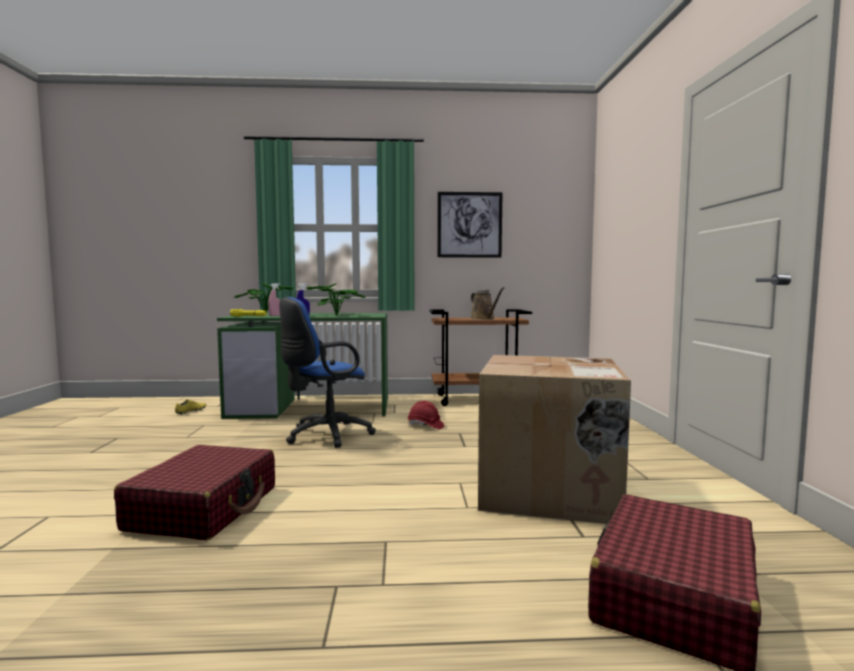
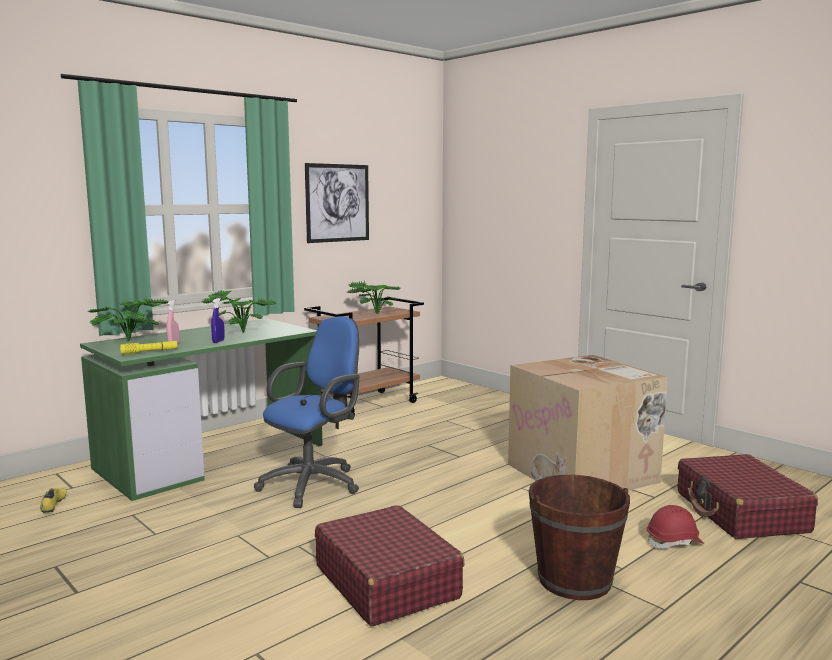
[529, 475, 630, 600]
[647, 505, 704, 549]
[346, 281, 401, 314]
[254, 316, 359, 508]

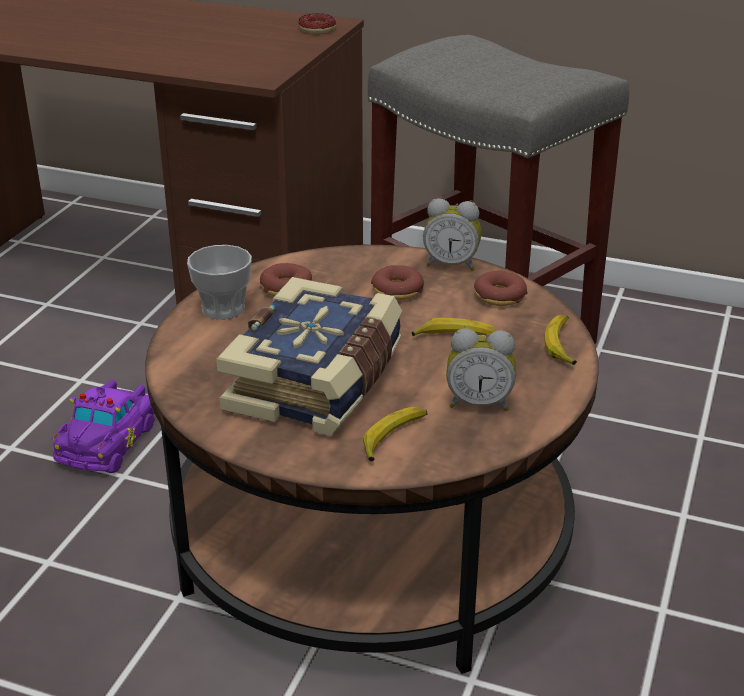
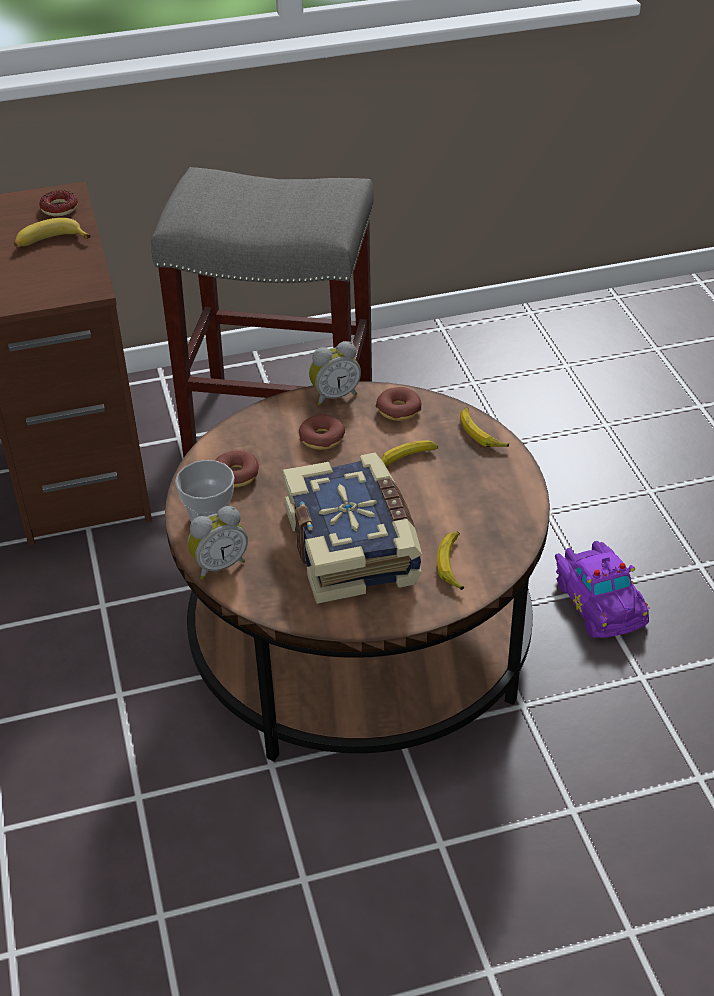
[14, 218, 91, 247]
[555, 541, 650, 638]
[187, 506, 248, 579]

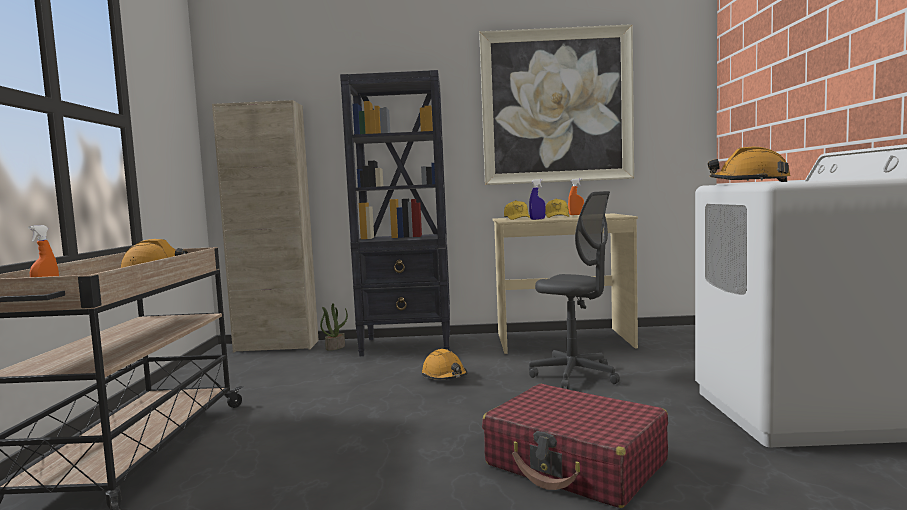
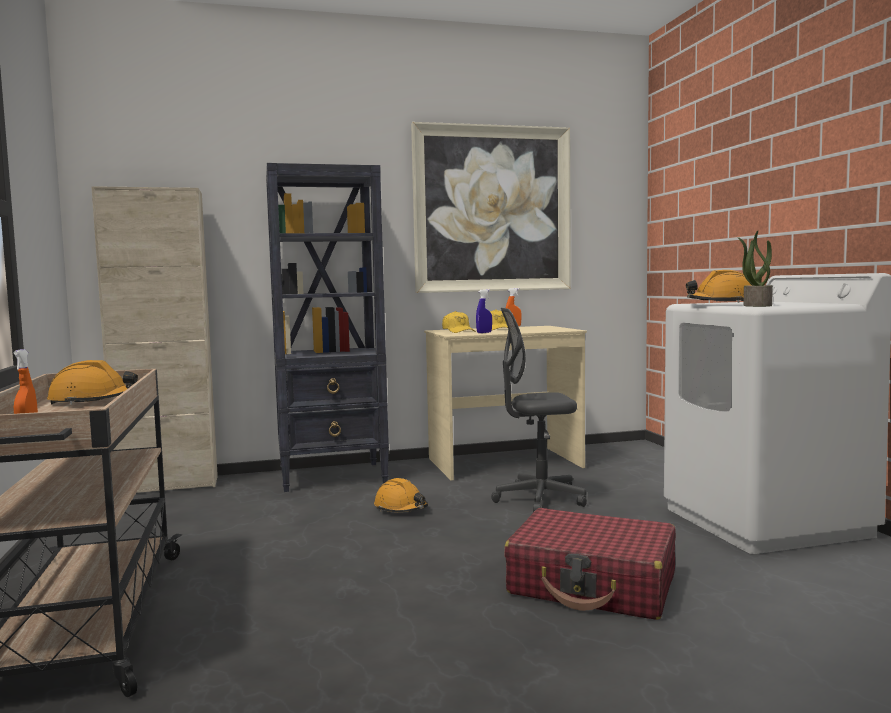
[737, 231, 773, 307]
[491, 308, 587, 512]

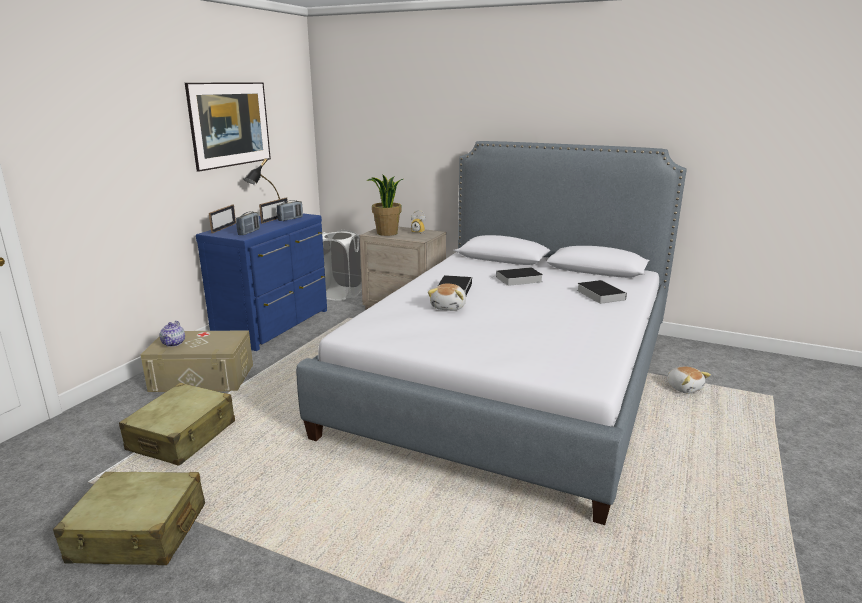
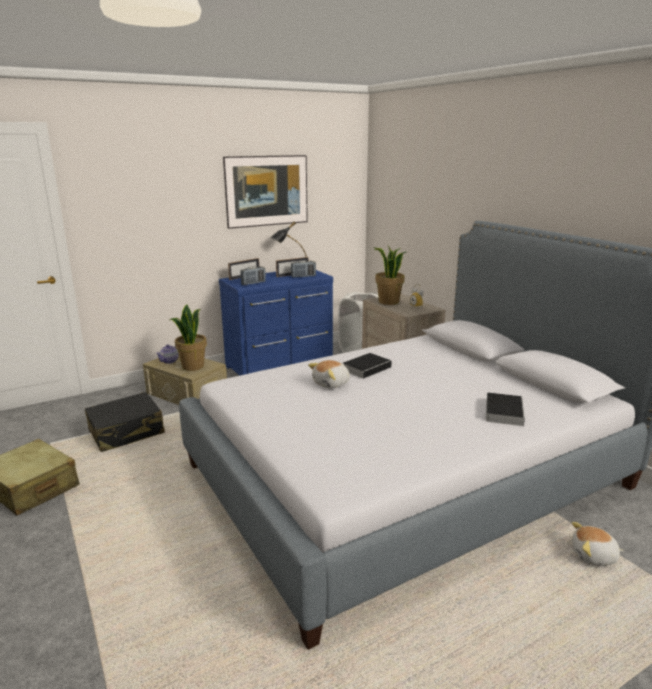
[491, 267, 543, 286] (first image)
[170, 304, 207, 371]
[84, 392, 165, 452]
[572, 522, 624, 566]

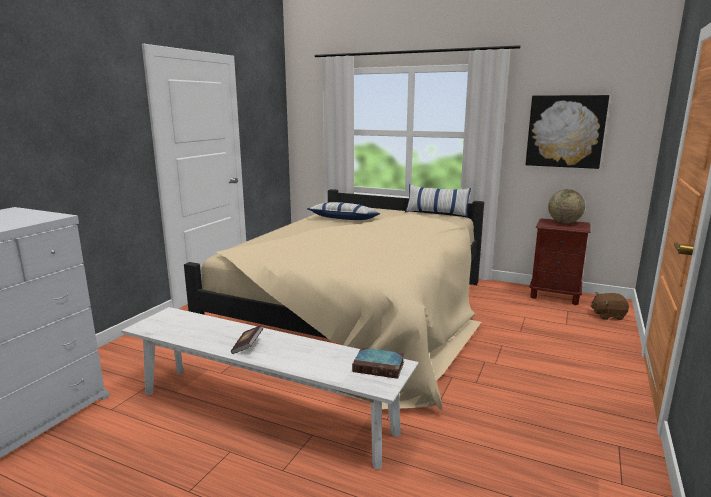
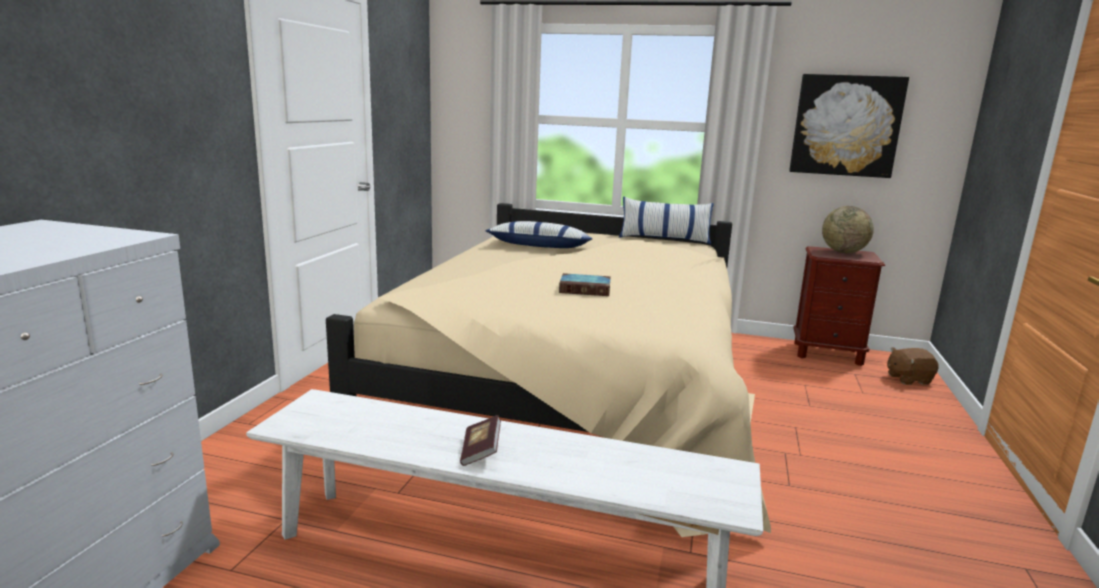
[559, 273, 611, 296]

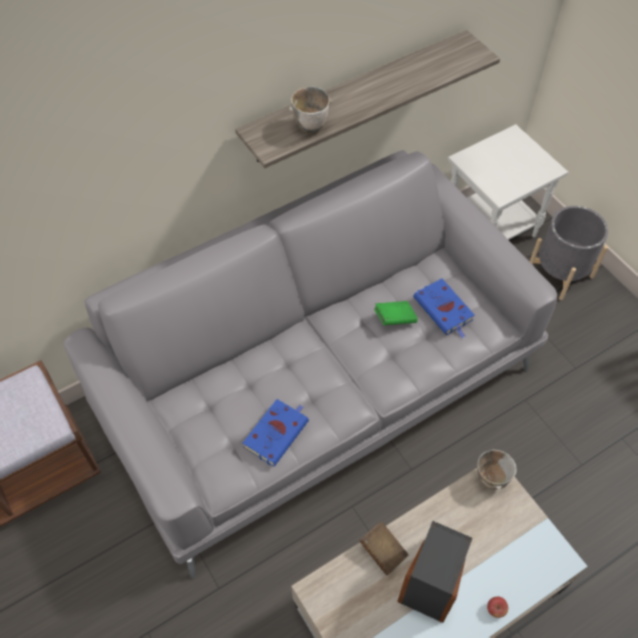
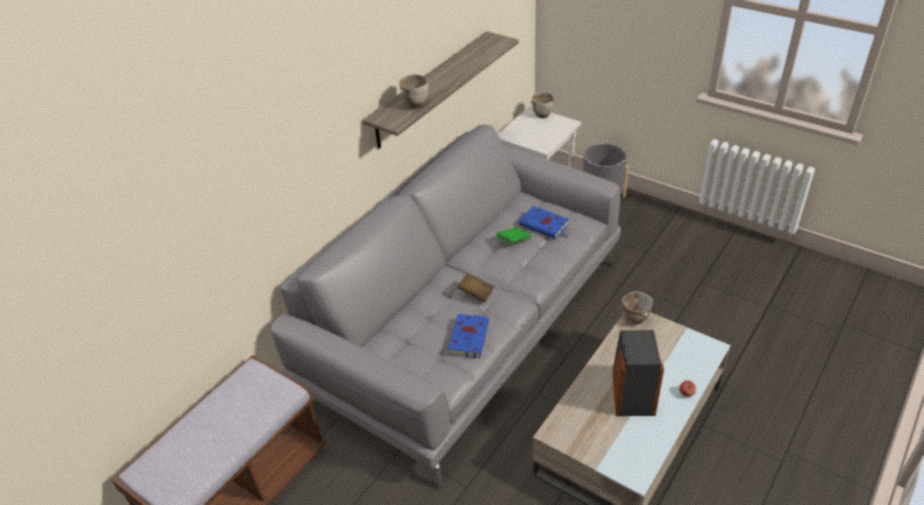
[531, 92, 555, 118]
[458, 273, 494, 302]

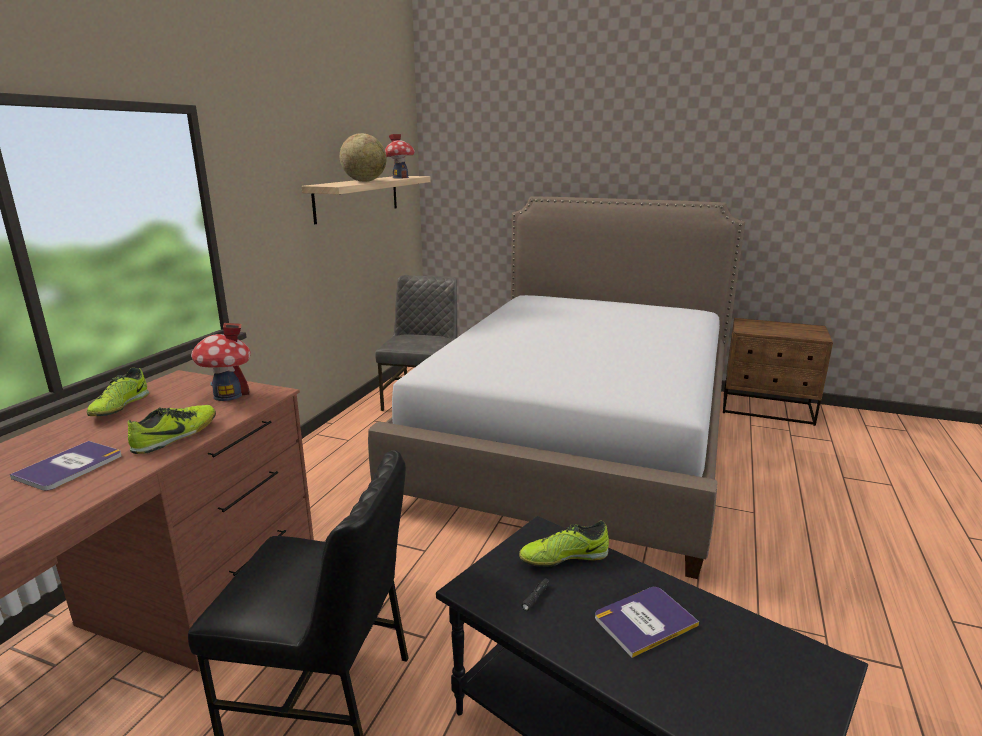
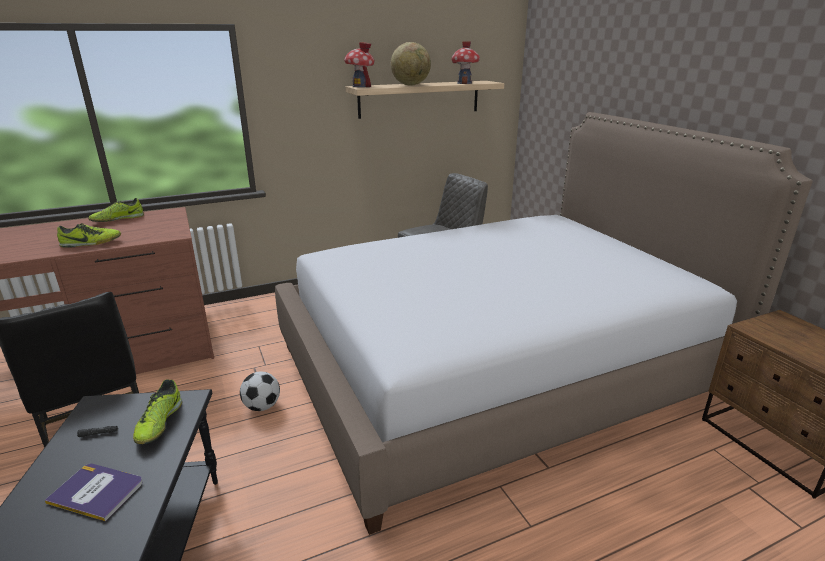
[10, 441, 122, 491] (first image)
[240, 372, 280, 411]
[344, 42, 374, 87]
[133, 379, 182, 444]

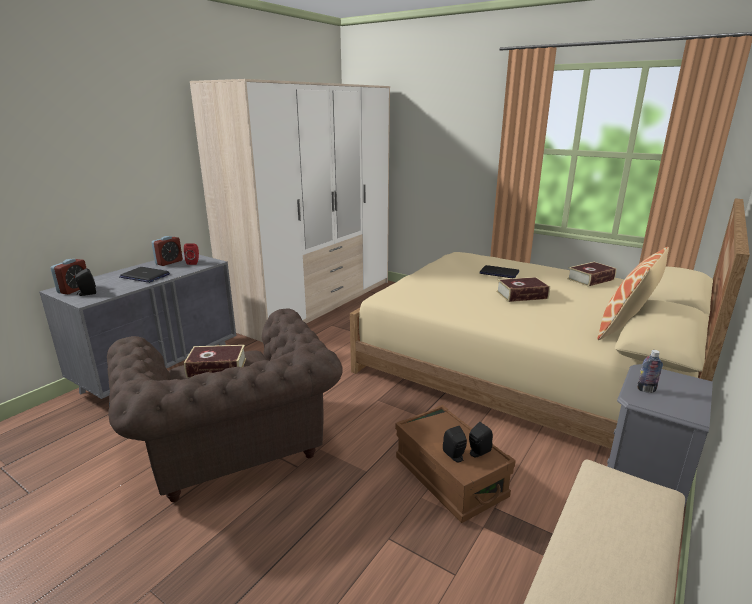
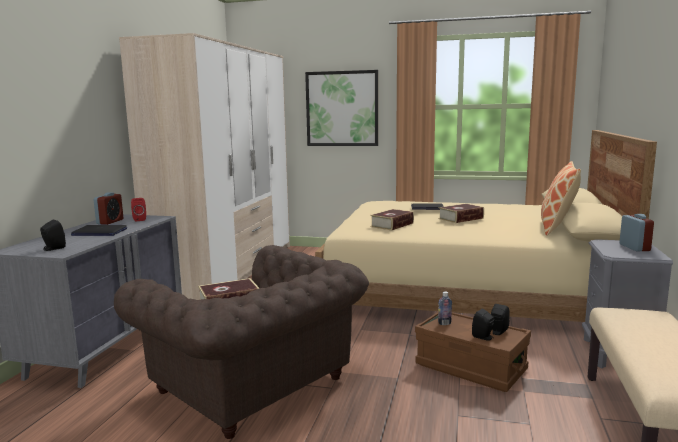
[305, 70, 378, 146]
[620, 214, 654, 252]
[370, 209, 414, 230]
[438, 292, 452, 325]

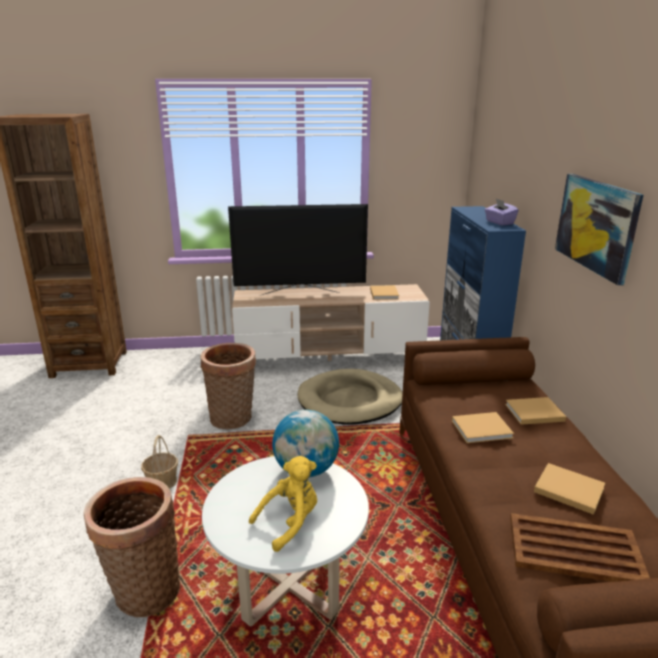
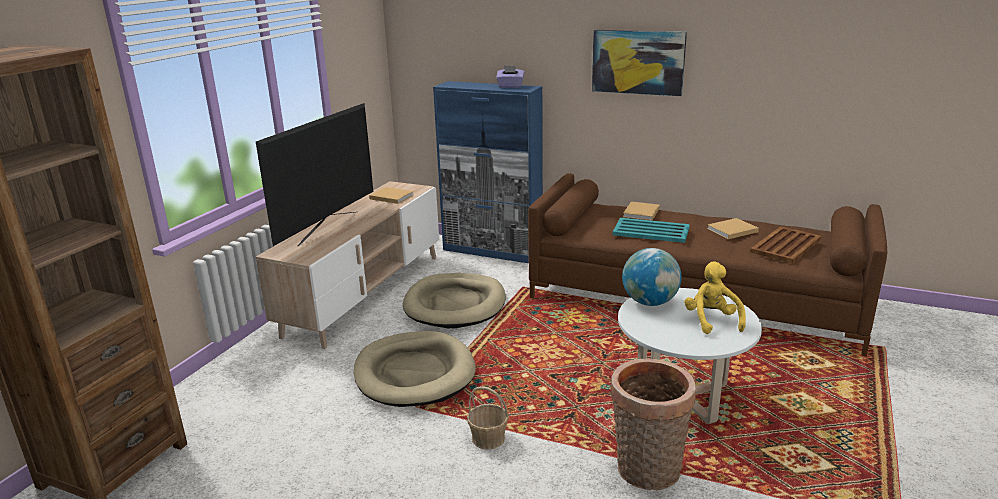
[354, 331, 475, 407]
[612, 218, 690, 243]

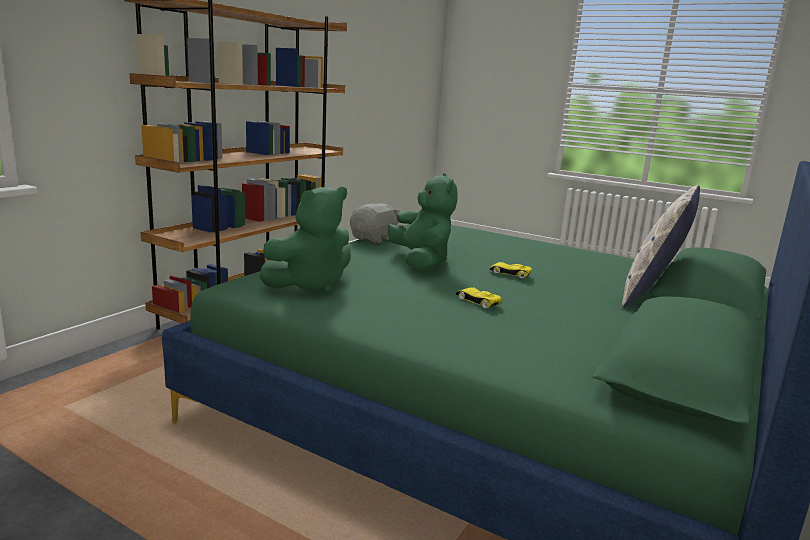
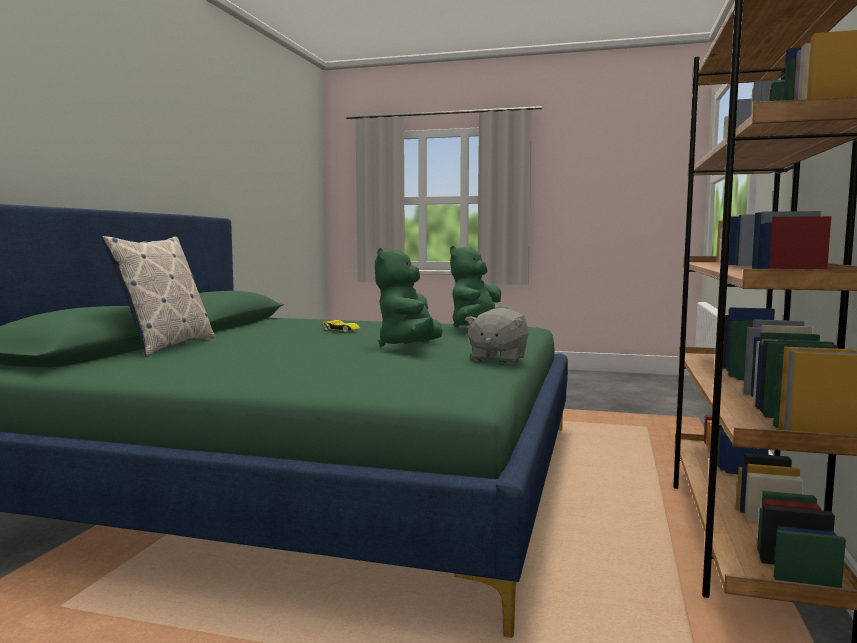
[489, 262, 532, 278] (first image)
[375, 248, 443, 347]

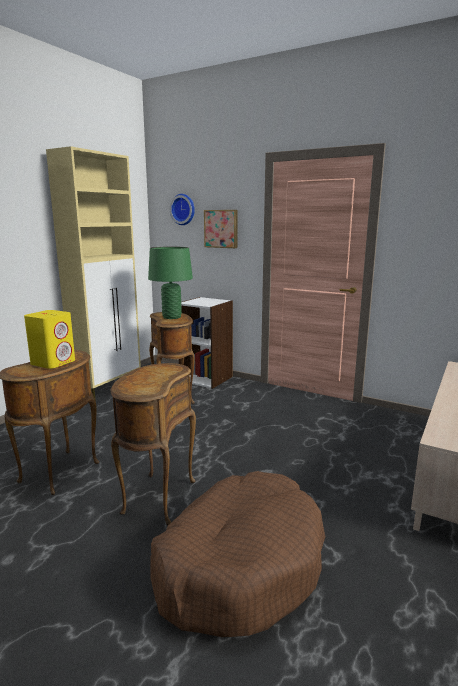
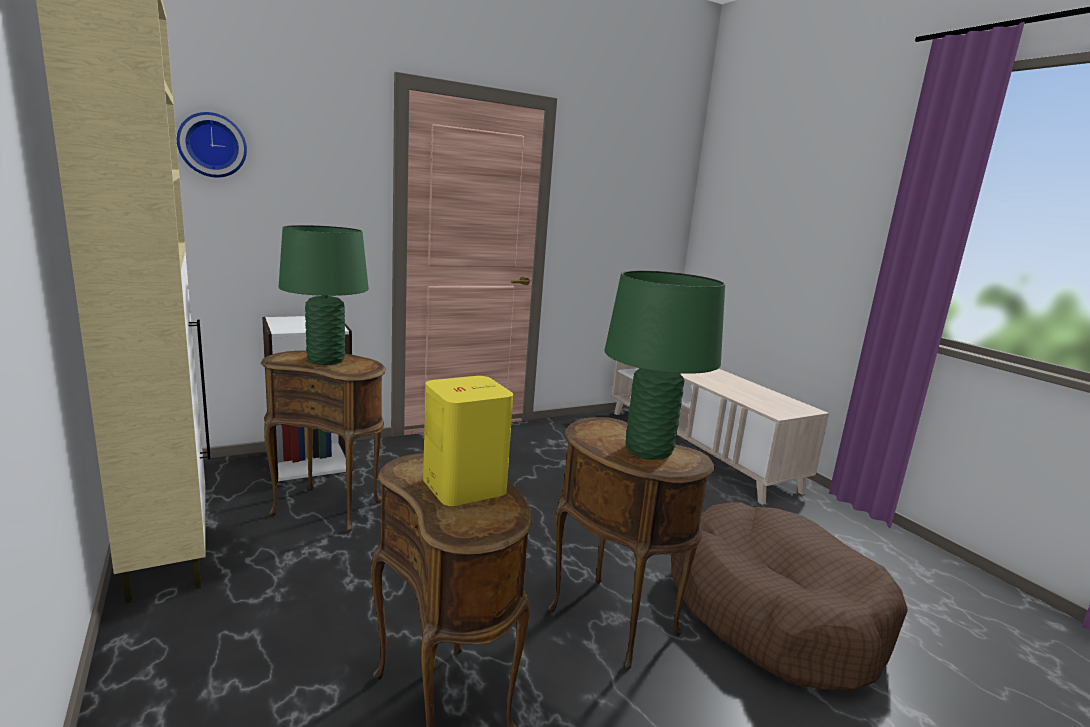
[204, 210, 238, 248] (first image)
[605, 270, 725, 460]

